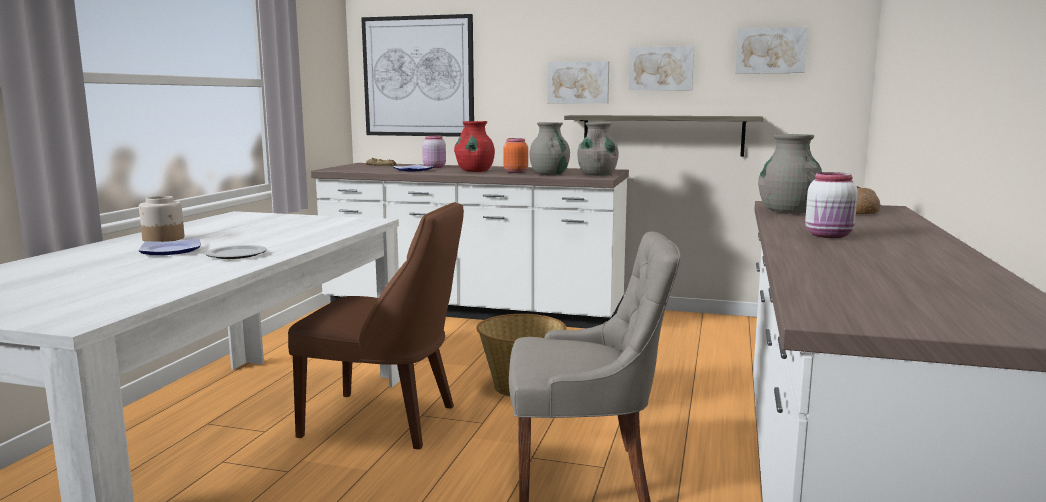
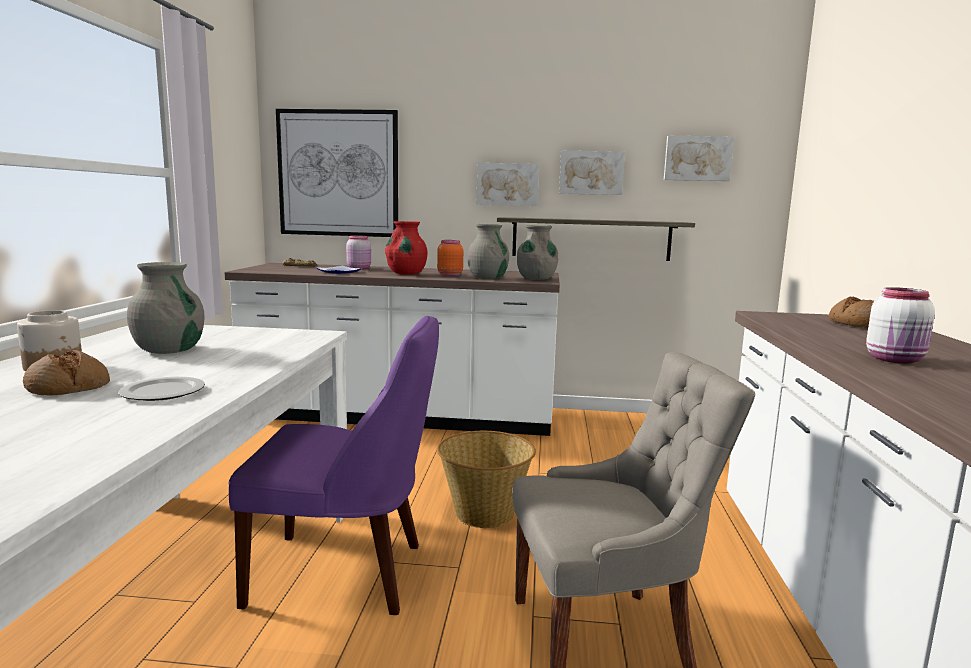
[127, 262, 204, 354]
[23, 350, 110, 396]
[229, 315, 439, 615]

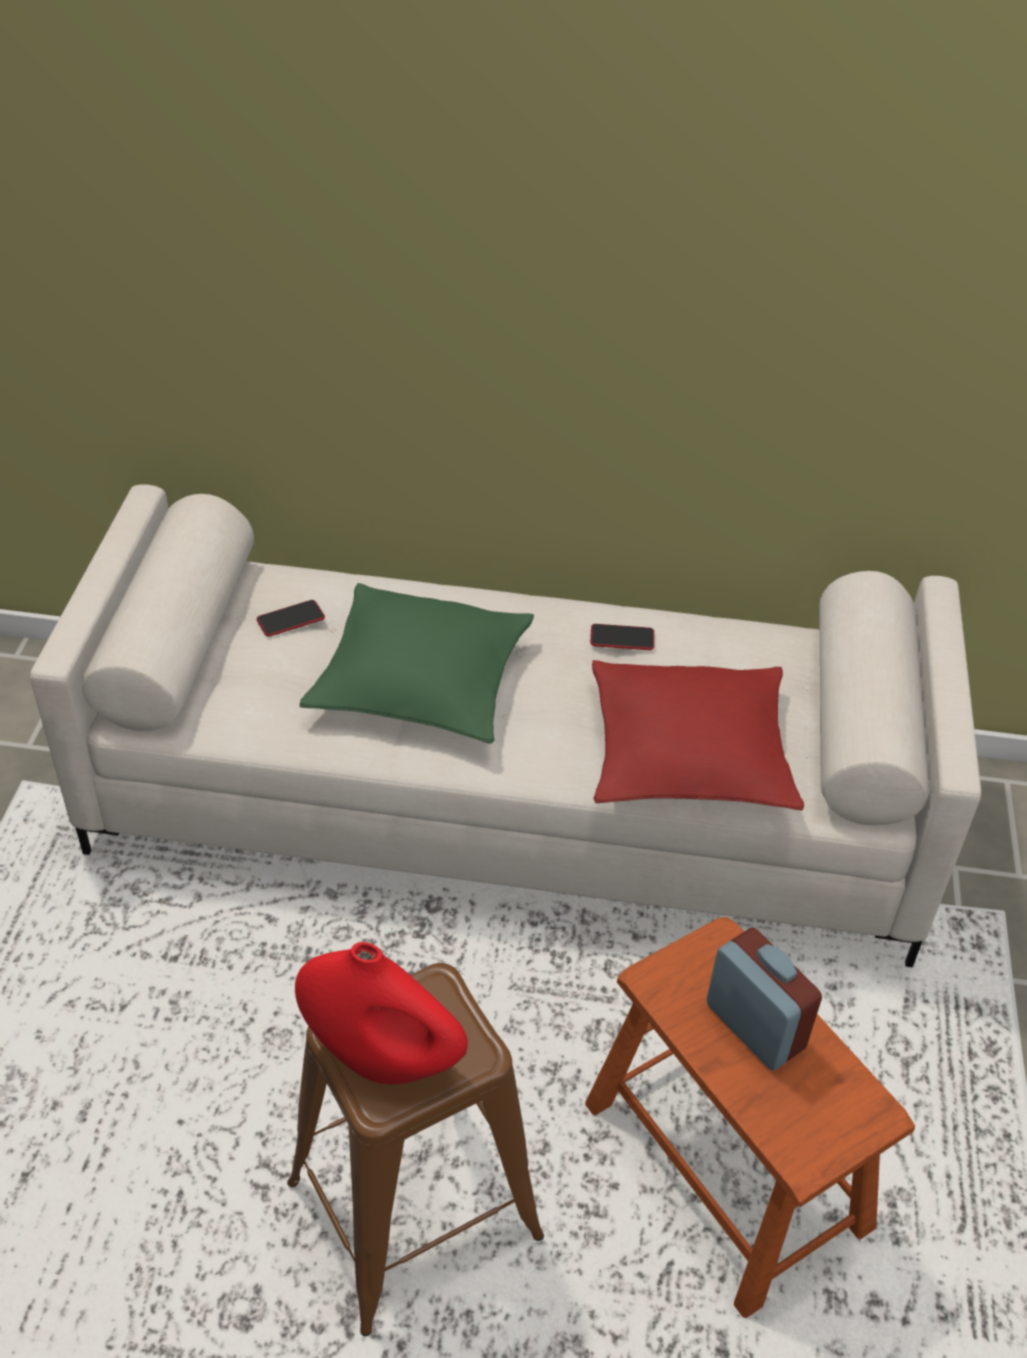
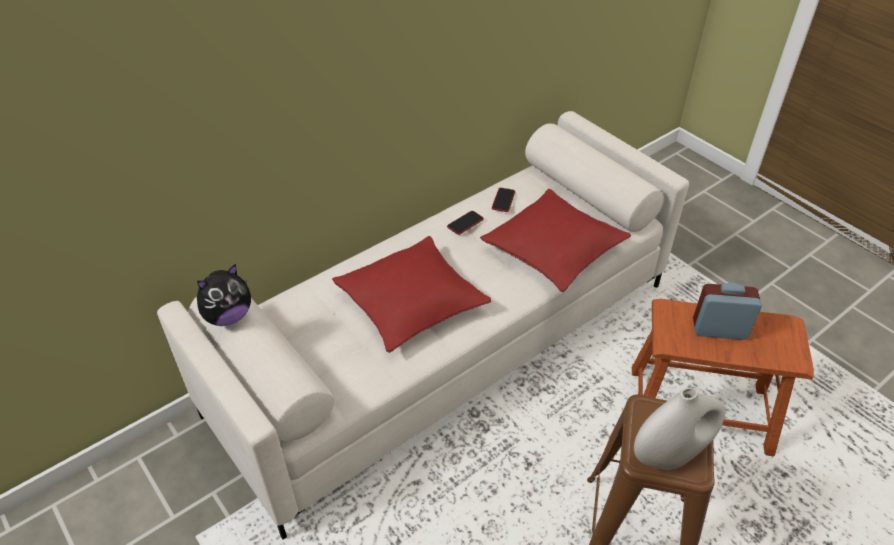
[197, 264, 251, 326]
[492, 188, 515, 212]
[634, 388, 725, 470]
[332, 236, 492, 353]

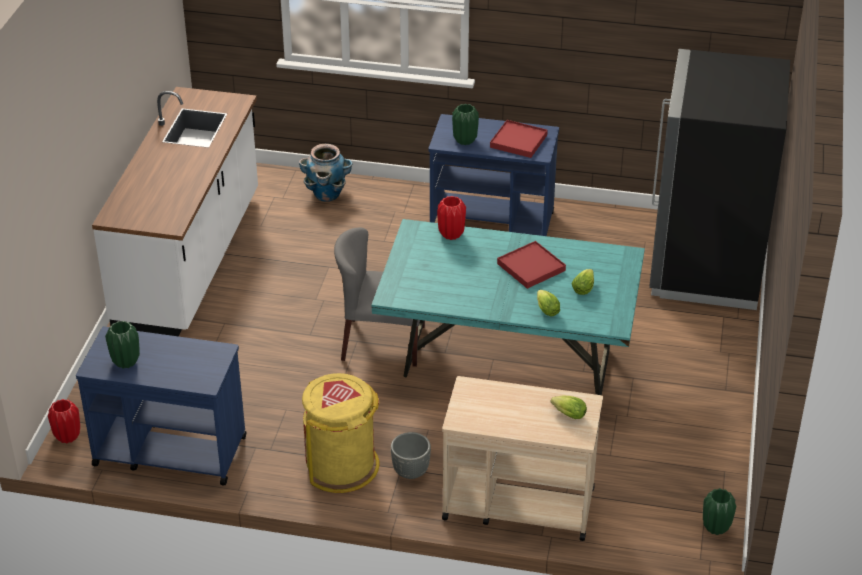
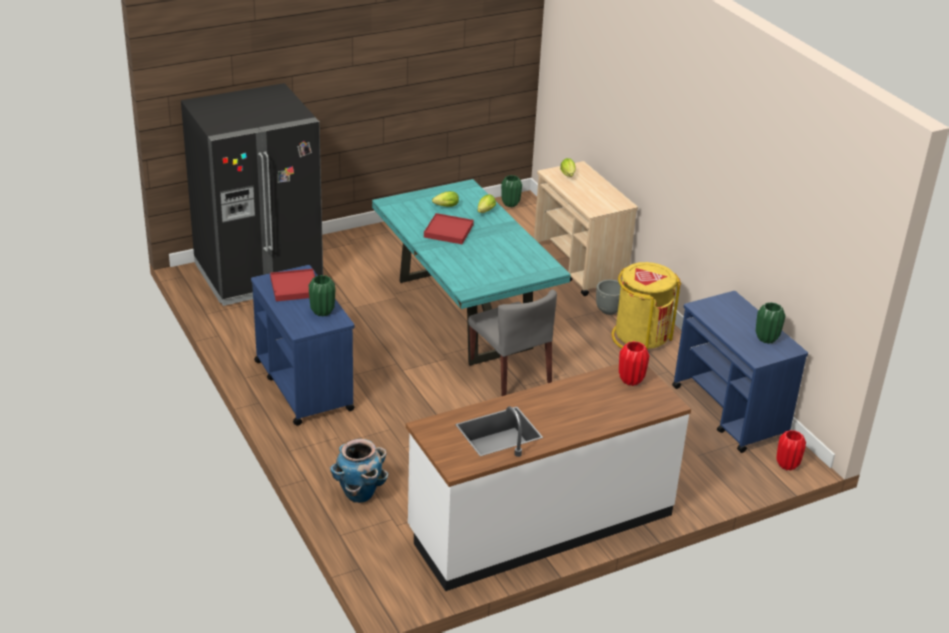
[619, 341, 649, 386]

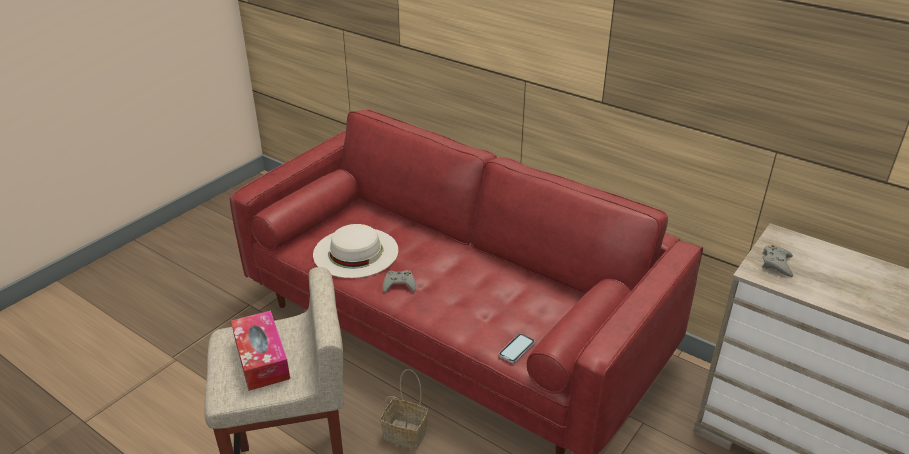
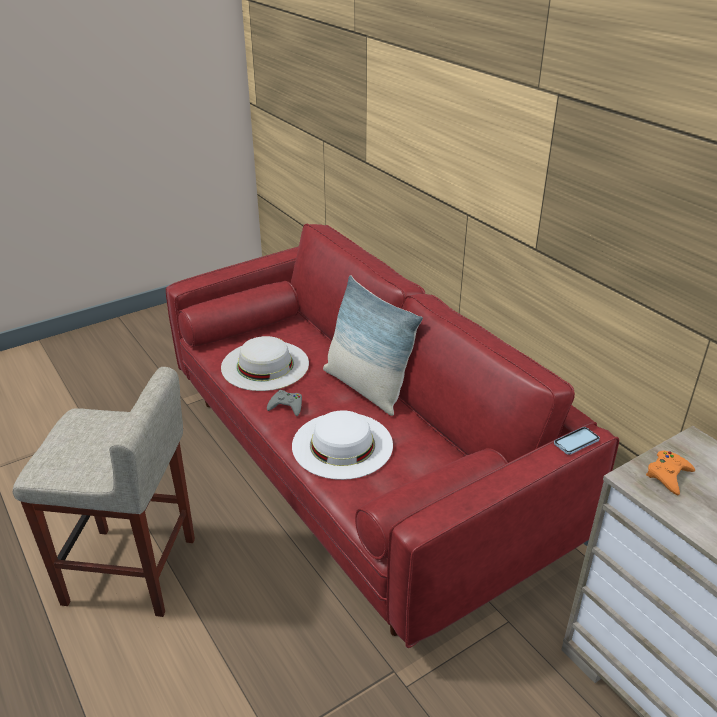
[231, 310, 290, 391] (first image)
[380, 369, 428, 450] (first image)
[292, 410, 393, 480]
[323, 275, 423, 416]
[554, 427, 600, 455]
[646, 450, 695, 495]

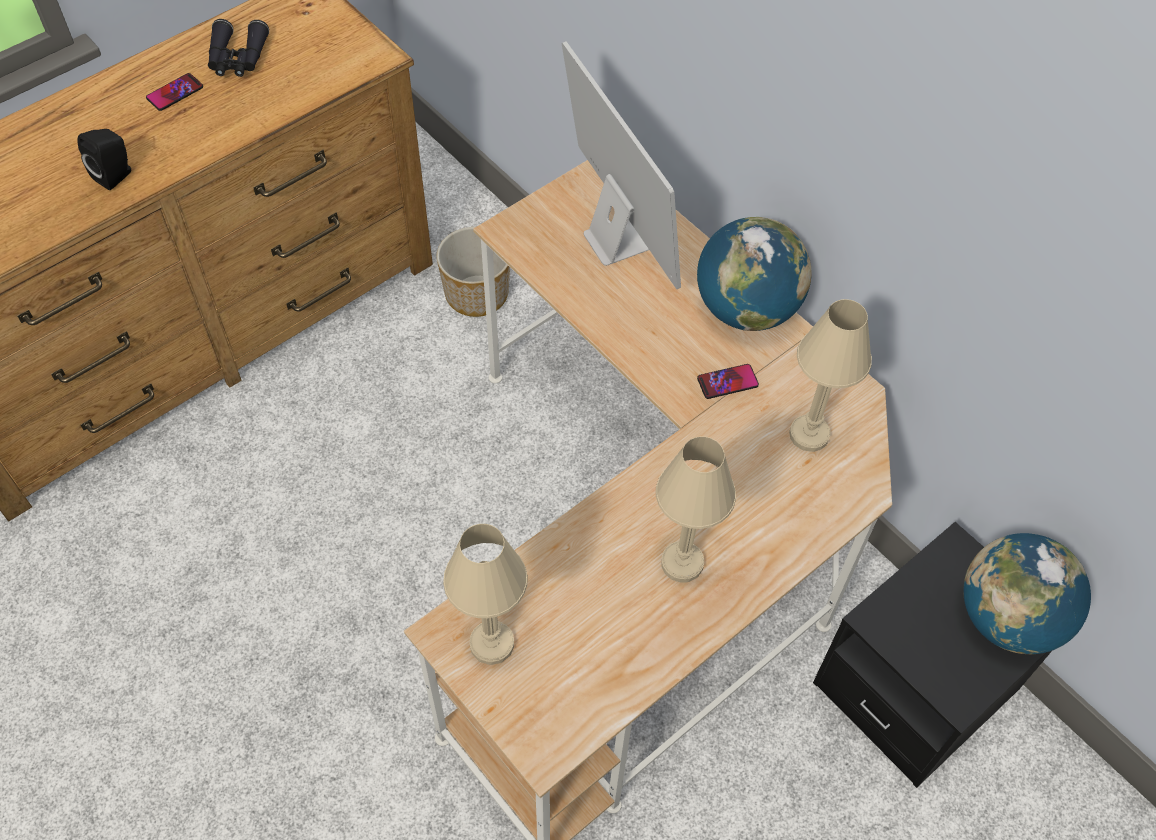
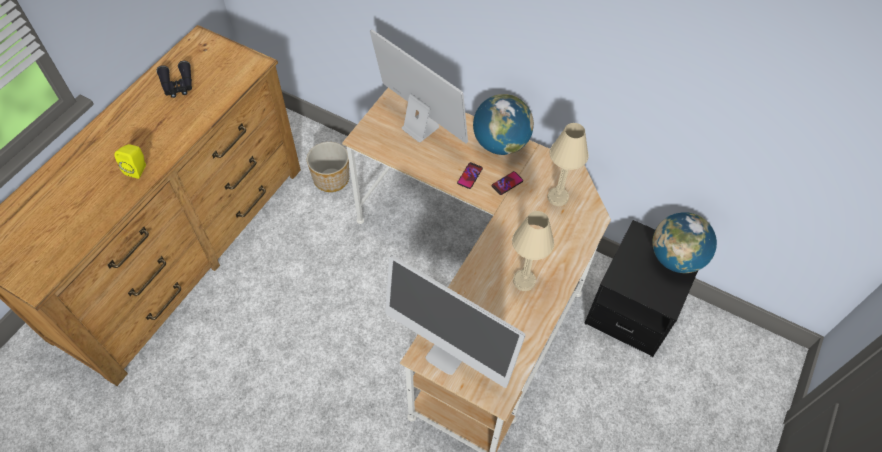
[457, 162, 483, 189]
[385, 255, 526, 388]
[115, 144, 146, 179]

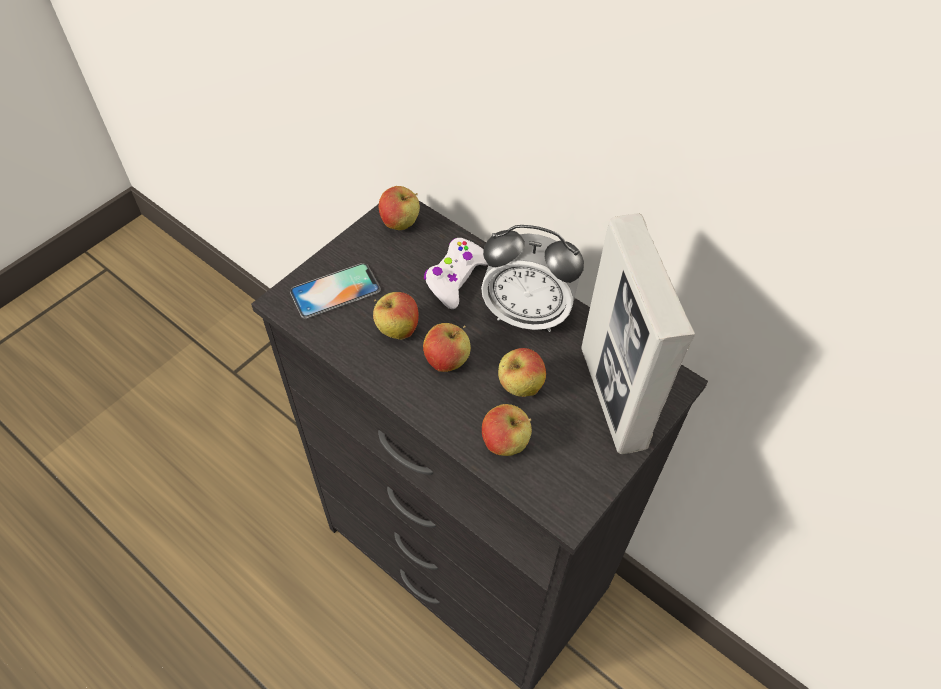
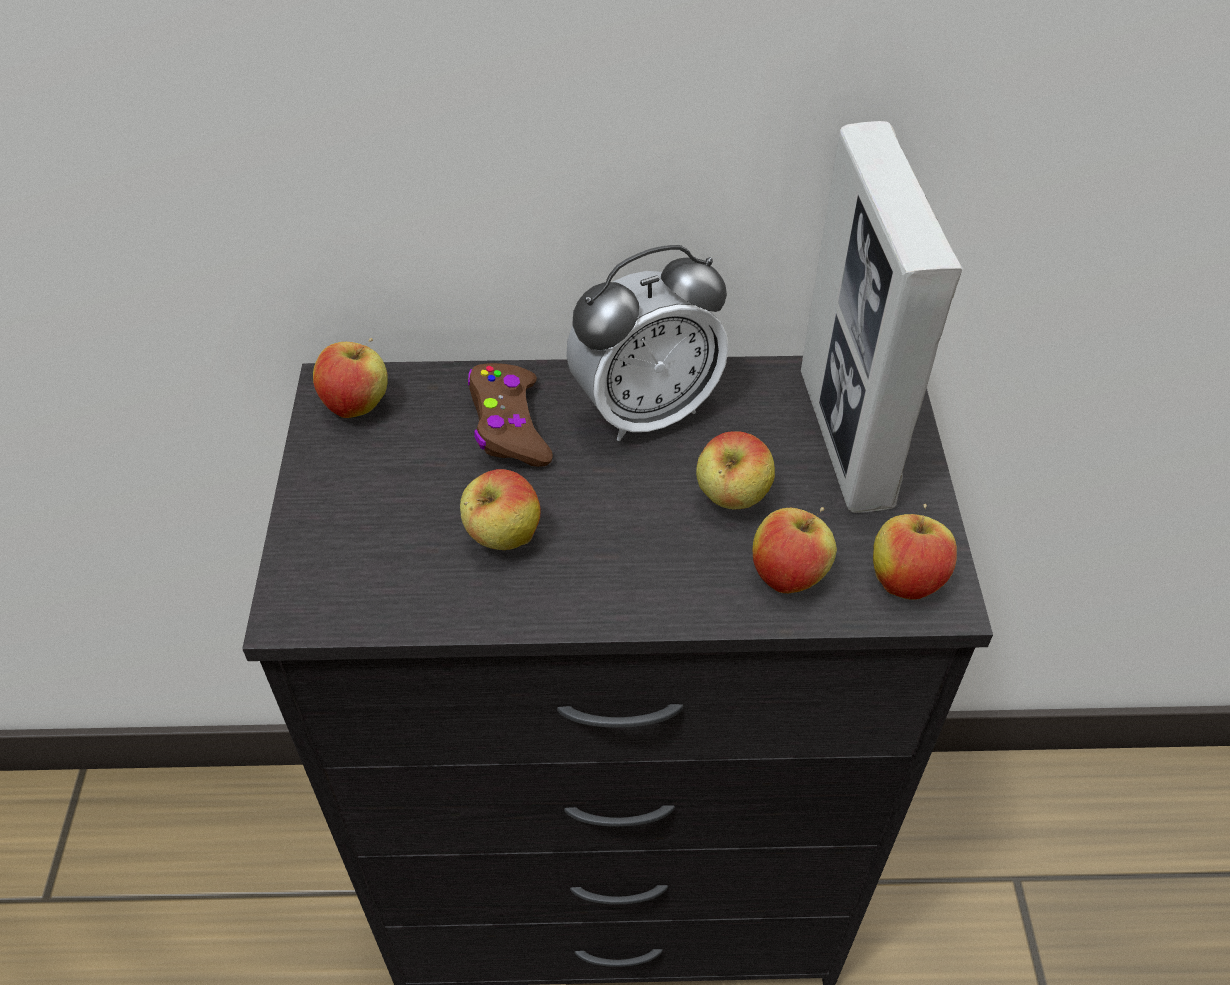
[290, 263, 381, 319] (first image)
[873, 504, 957, 600]
[468, 363, 553, 467]
[801, 121, 962, 513]

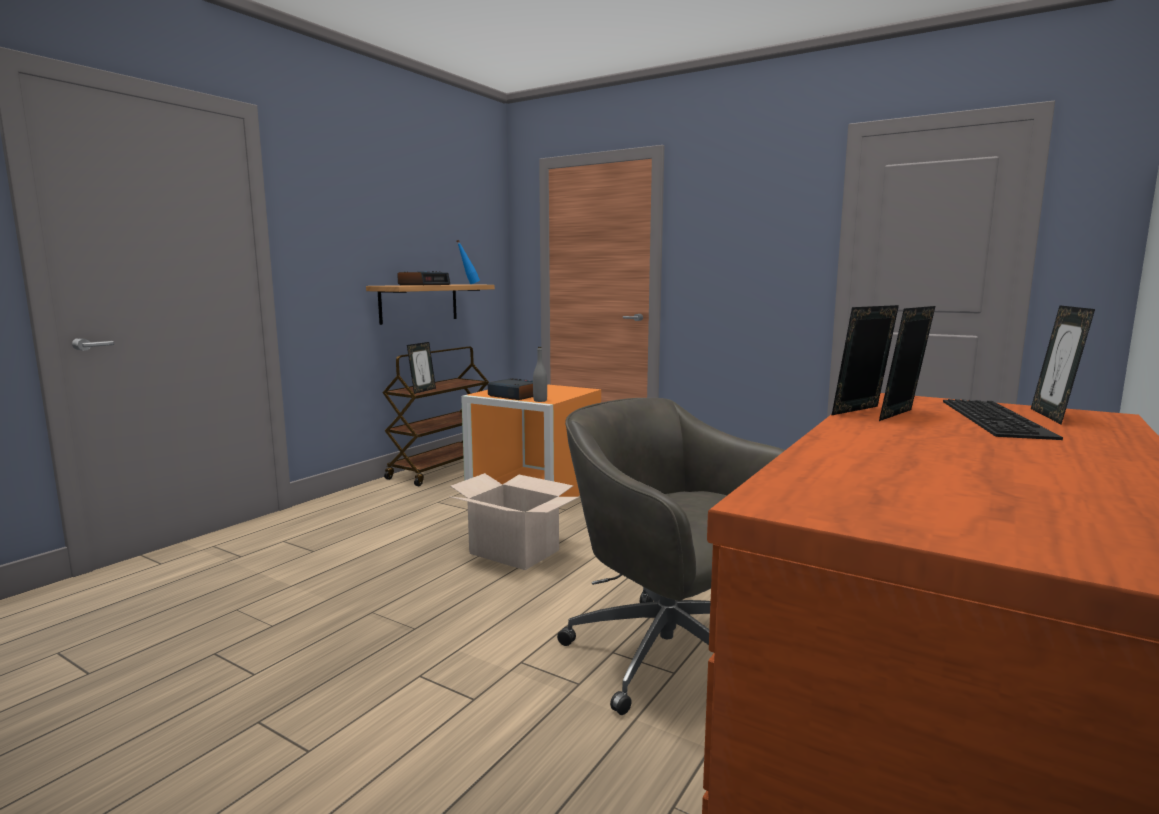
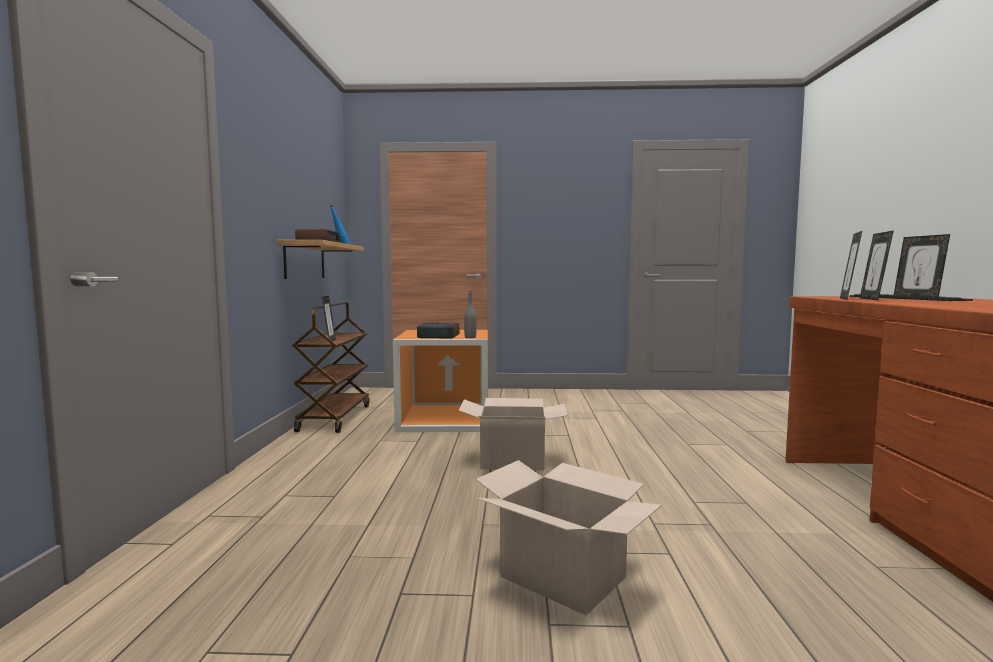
[557, 398, 785, 715] (first image)
[476, 460, 662, 616]

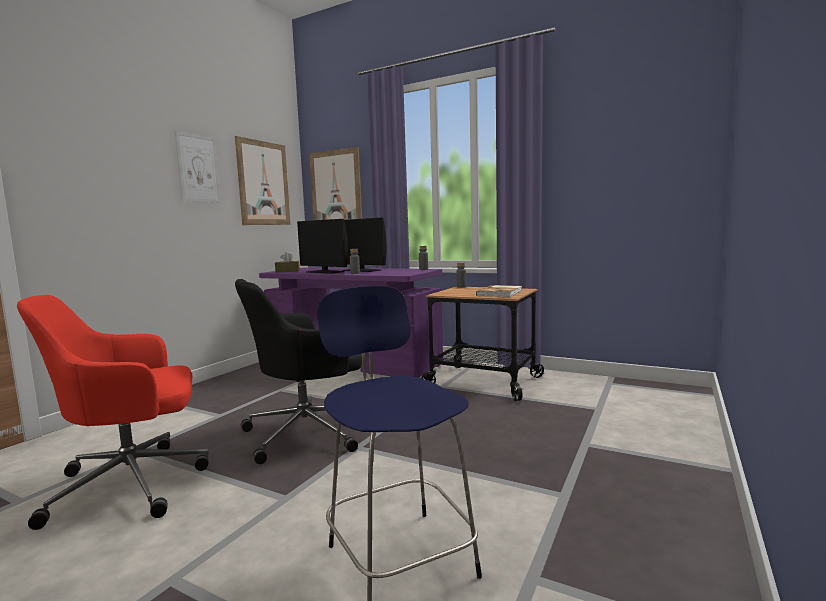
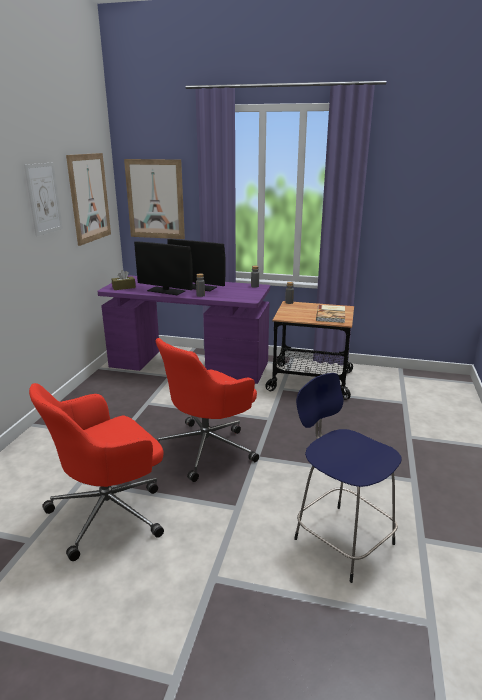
[156, 338, 259, 482]

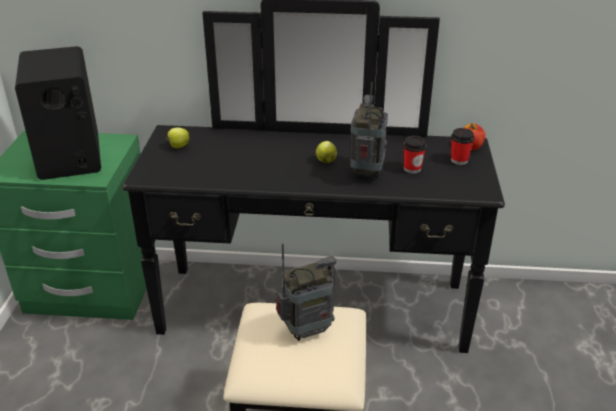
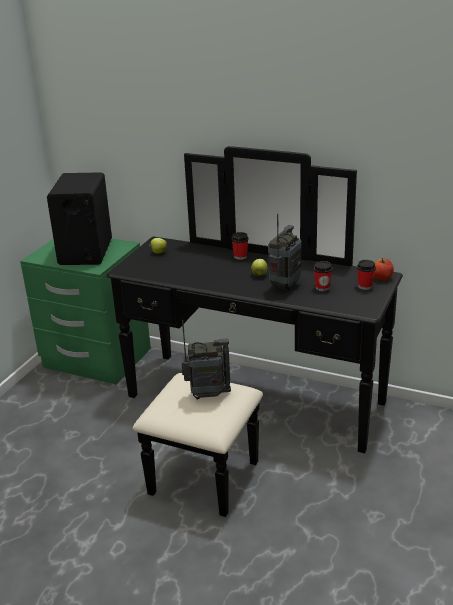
[231, 232, 248, 260]

